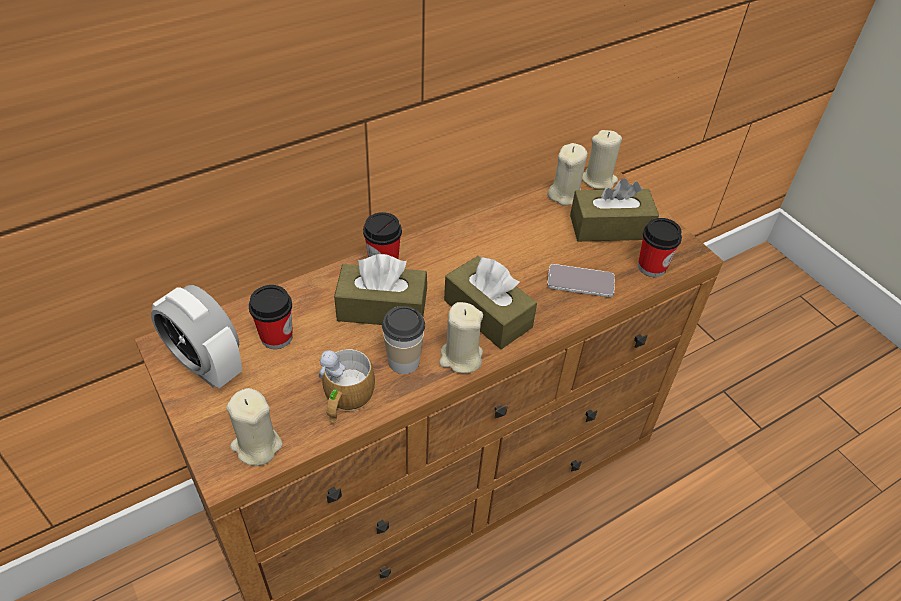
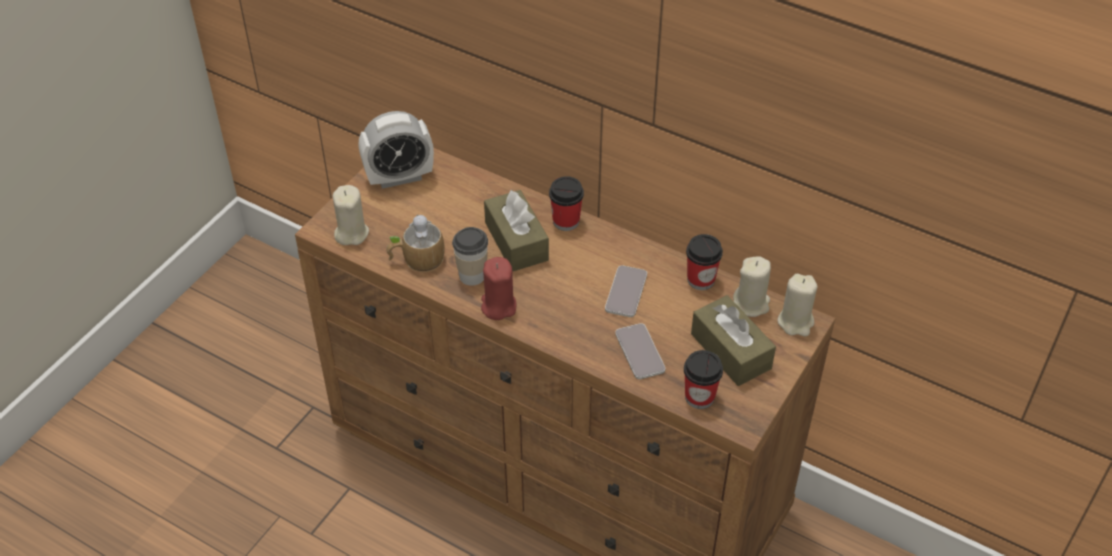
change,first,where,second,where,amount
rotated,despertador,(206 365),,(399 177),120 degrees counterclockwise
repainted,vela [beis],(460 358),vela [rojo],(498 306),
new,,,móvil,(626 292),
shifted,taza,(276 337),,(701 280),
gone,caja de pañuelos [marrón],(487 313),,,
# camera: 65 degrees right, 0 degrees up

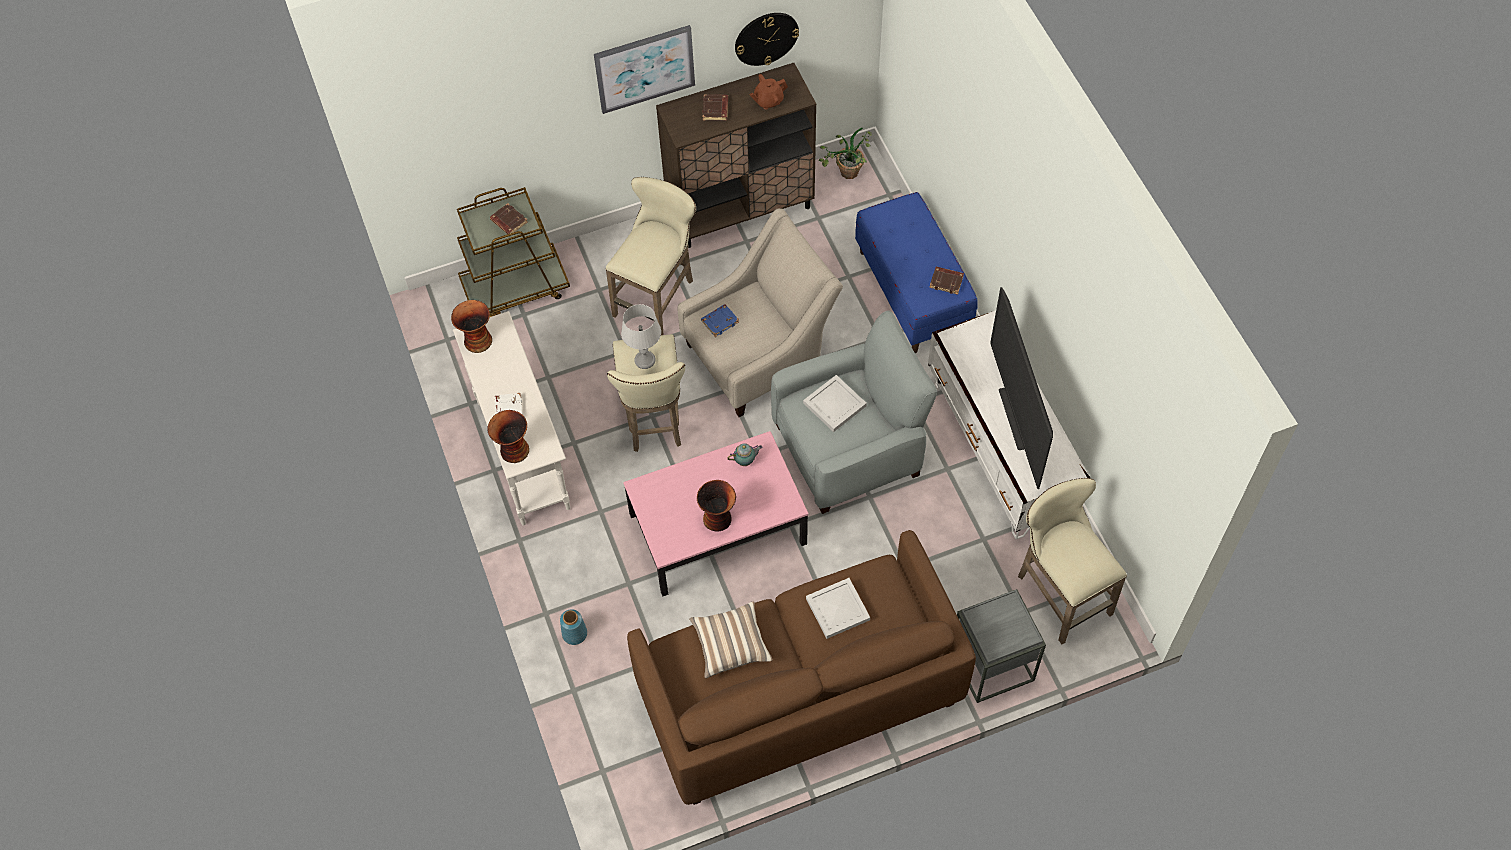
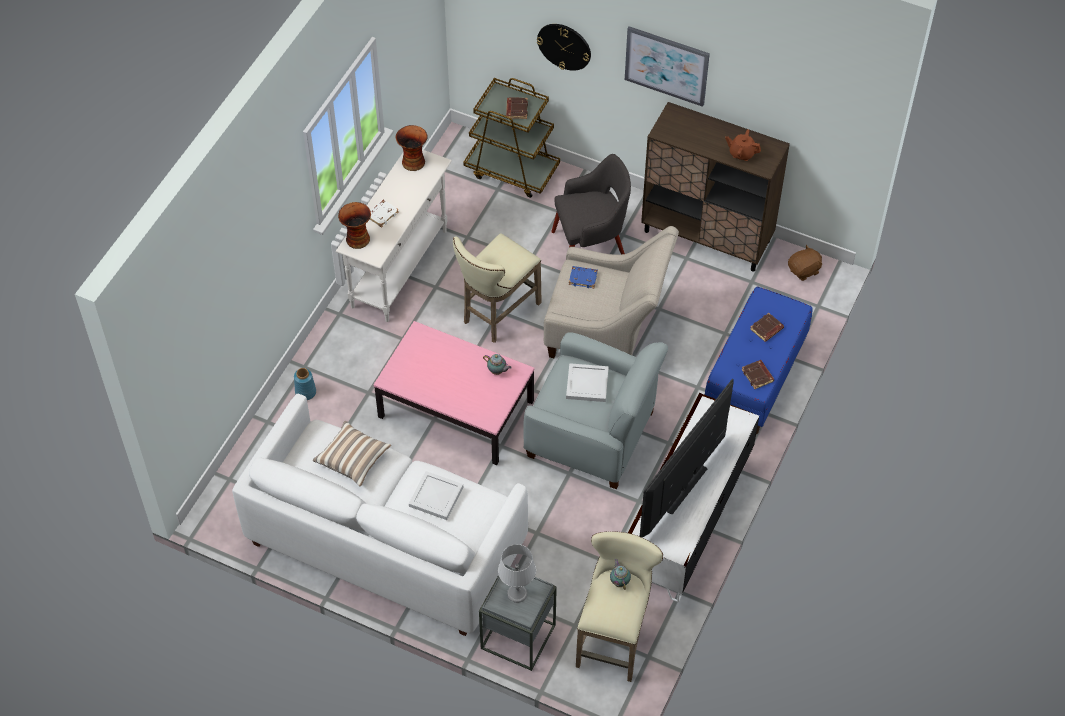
change,first,where,second,where,amount
repainted,sofá [marrón],(799 693),sofá [blanco],(386 542),
shifted,lámpara de mesa [gris],(644 360),,(517 593),
shifted,reloj de pared,(766 38),,(564 46),
swapped,taburete [beis],(658 296),sillón [gris],(590 245),
new,,,tetera,(619 581),
shifted,libro [marrón],(716 110),,(766 329),
swapped,planta en maceta,(845 175),peluche [marrón],(804 270),
gone,florero,(718 518),,,
# camera: 45 degrees right, 5 degrees down

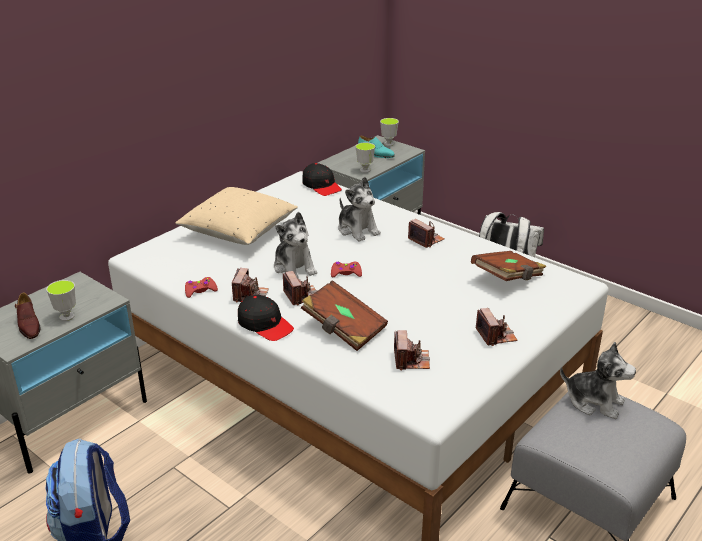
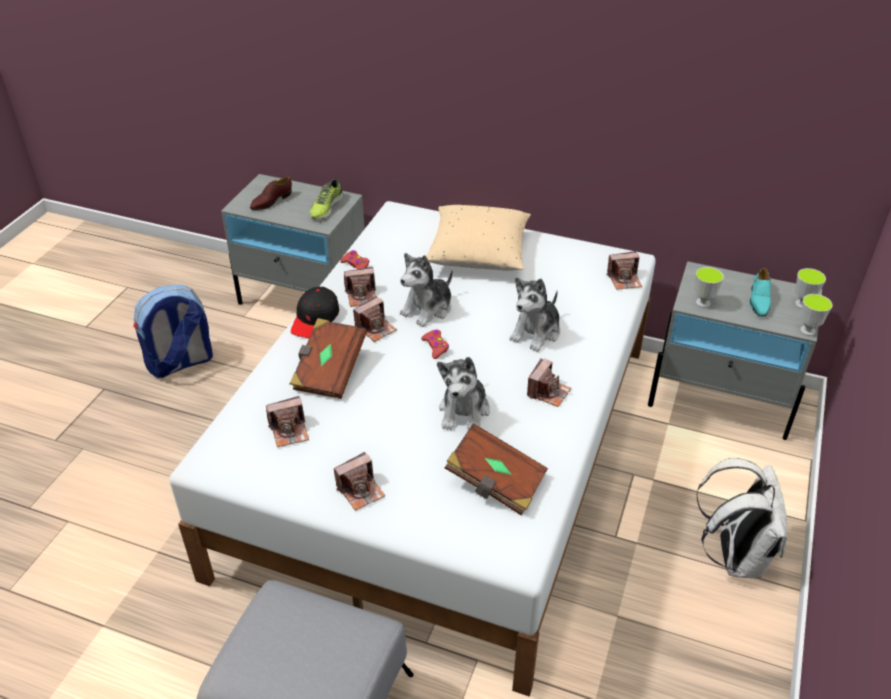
change,first,where,second,where,amount
new,,,zapato,(326 207),
shifted,peluche,(594 401),,(464 411),
swapped,gorra [negro],(321 186),cámara,(624 280),
shifted,taza,(67 317),,(807 331),
# camera: 70 degrees right, 10 degrees up

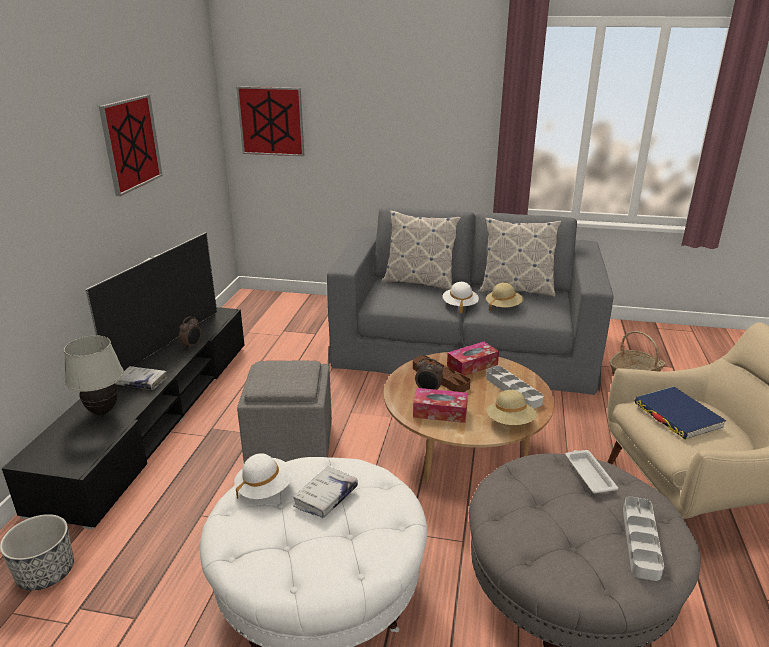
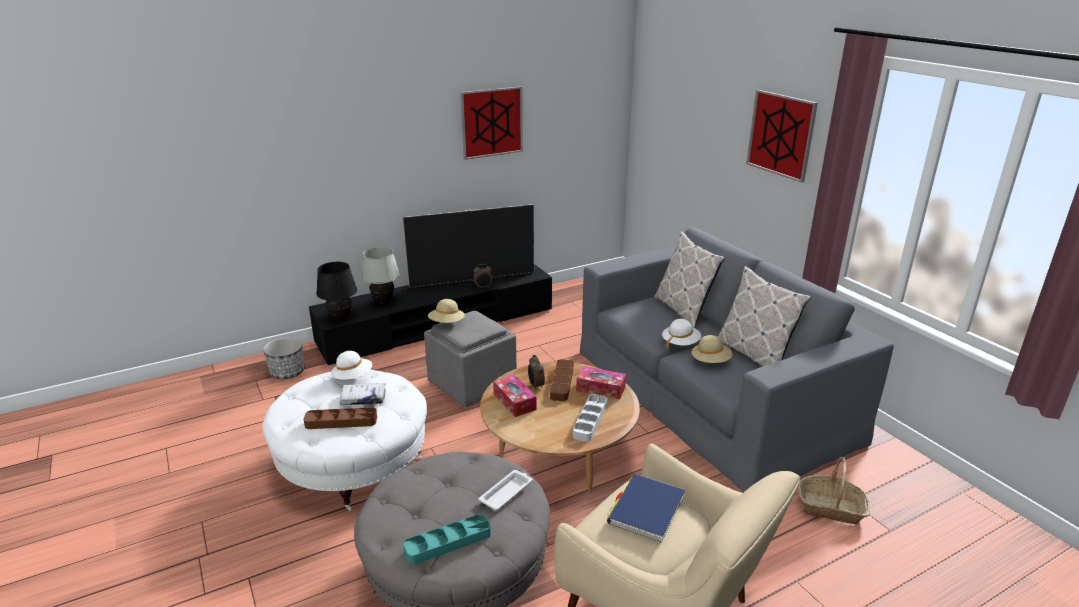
change,first,where,second,where,amount
new,,,bandeja [marrón],(341 422),
new,,,lámpara de mesa [negro],(340 318),
repainted,bandeja [gris],(640 540),bandeja [turquesa],(448 542),
shifted,sombrero [beis],(510 422),,(447 323),
shifted,cuadro,(271 121),,(781 135),
gone,libro [blanco],(141 382),,,
# camera: 50 degrees right, 0 degrees up

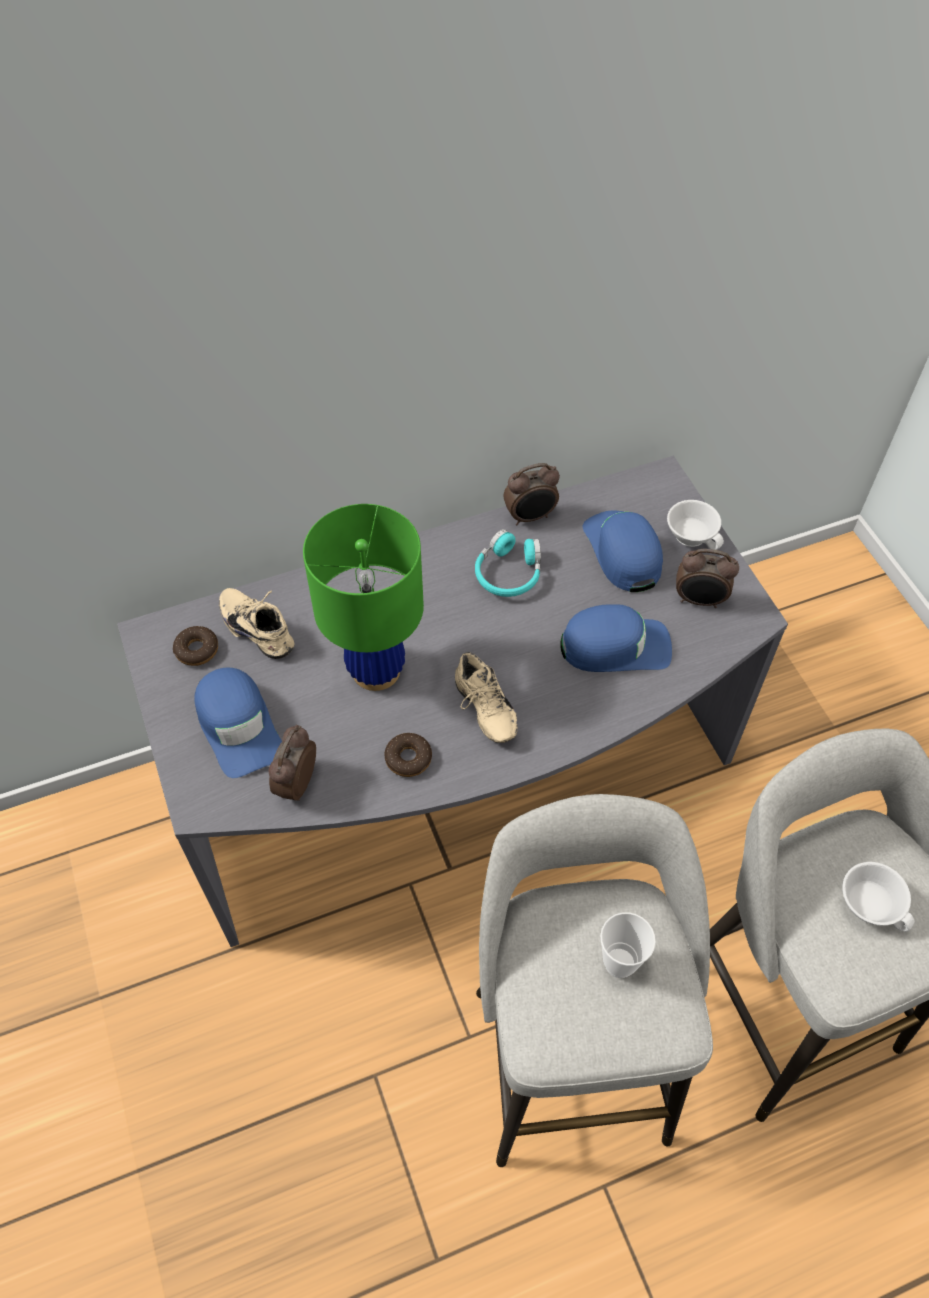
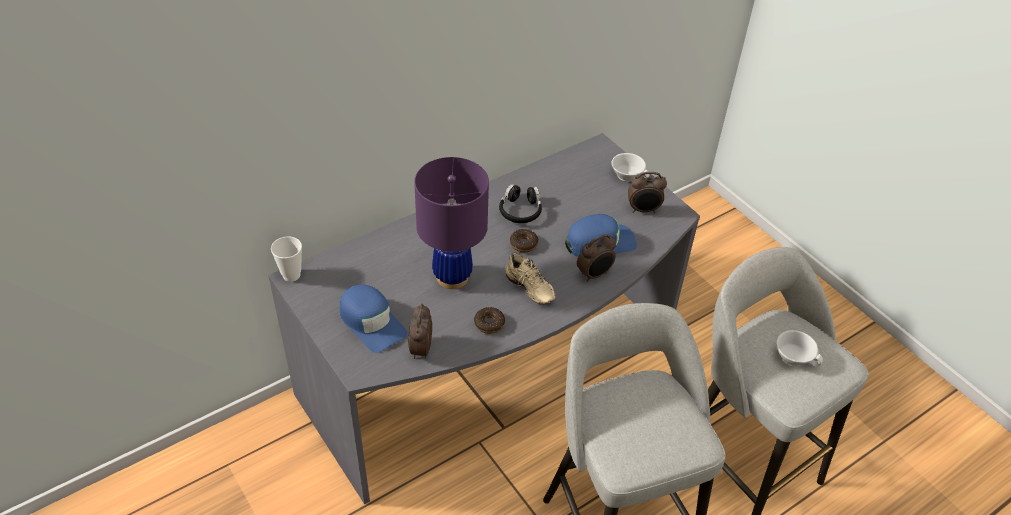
change,first,where,second,where,amount
shifted,taza,(619 963),,(291 275),
repainted,lámpara de mesa [verde],(376 670),lámpara de mesa [morado],(452 277),
repainted,auriculares [turquesa],(508 573),auriculares [negro],(520 210),
shifted,rosquilla,(197 650),,(523 244),
shifted,despertador,(530 517),,(594 275),
gone,zapato [beis],(260 628),,,
gone,gorra [azul],(622 552),,,
# camera: 15 degrees left, 10 degrees down

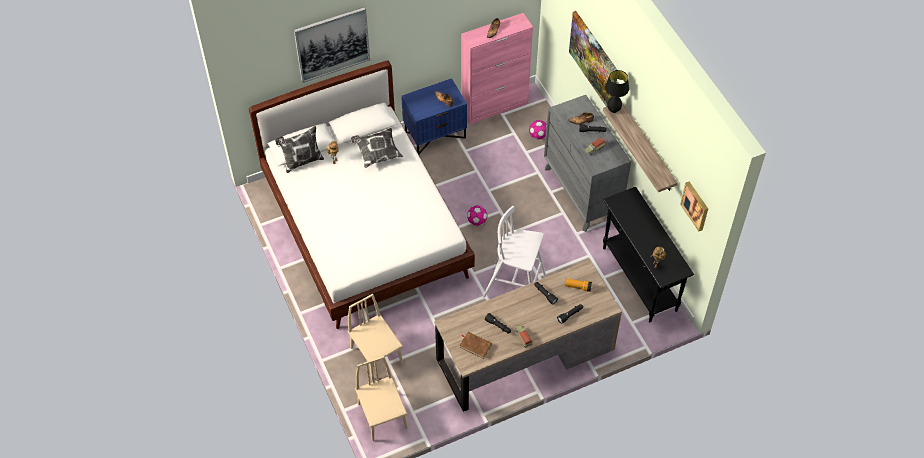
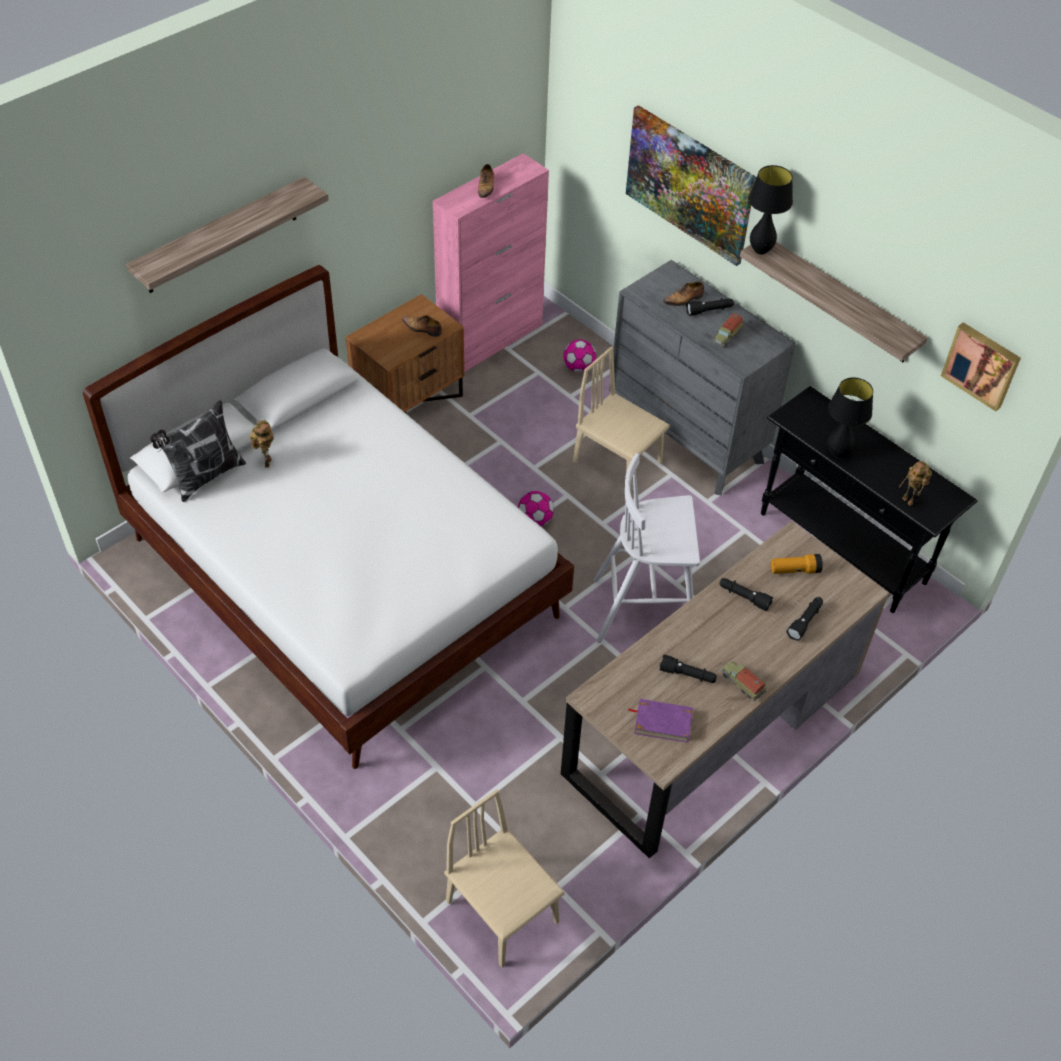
change,first,where,second,where,amount
swapped,cuadro,(332 44),estante,(221 236),
repainted,mesita de noche [azul],(435 134),mesita de noche [marrón],(409 401),
shifted,silla [beis],(376 355),,(617 462),
repainted,libro [marrón],(475 346),libro [morado],(662 722),
new,,,lámpara de mesa [negro],(837 453),
gone,cojín,(377 153),,,
# camera: 20 degrees left, 5 degrees down

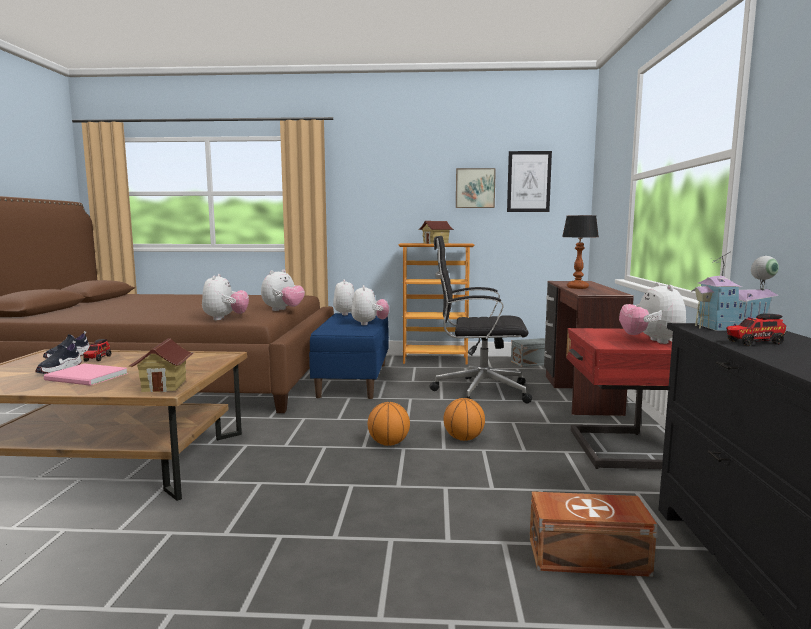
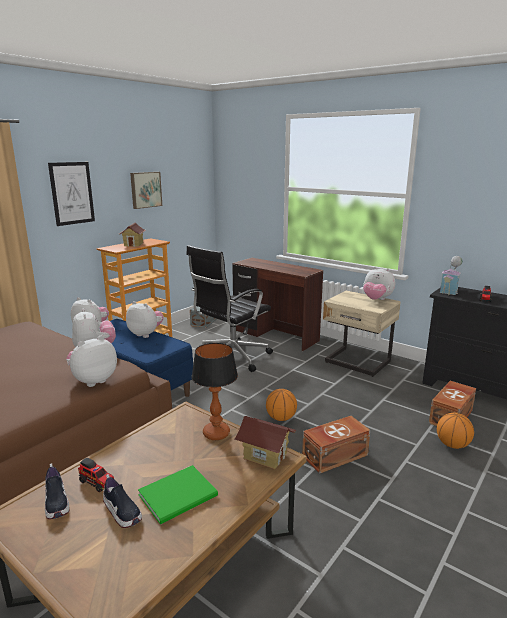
change,first,where,second,where,amount
shifted,cuadro,(529 181),,(72 193),
rotated,peluche,(225 318),,(93 380),75 degrees counterclockwise
repainted,libro [rosa],(87 377),libro [verde],(180 495),
shifted,lámpara de mesa,(578 288),,(217 433),
new,,,caja de almacenaje [marrón],(333 455),
repainted,mesita de noche [rojo],(614 450),mesita de noche [beis],(357 363),
shifted,balón de baloncesto,(463 438),,(452 445),
# camera: 55 degrees left, 10 degrees up

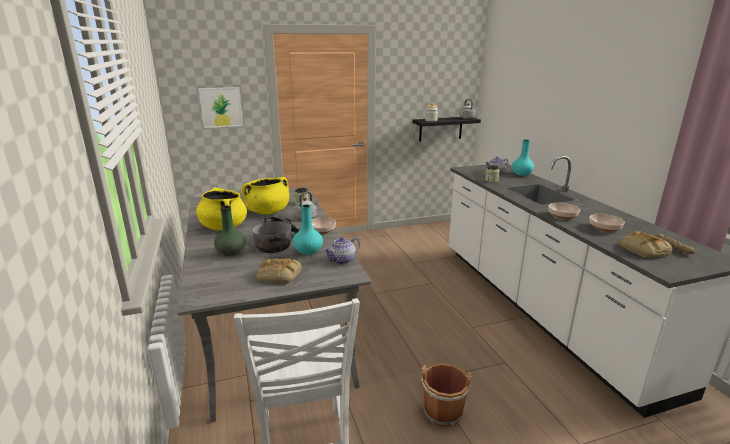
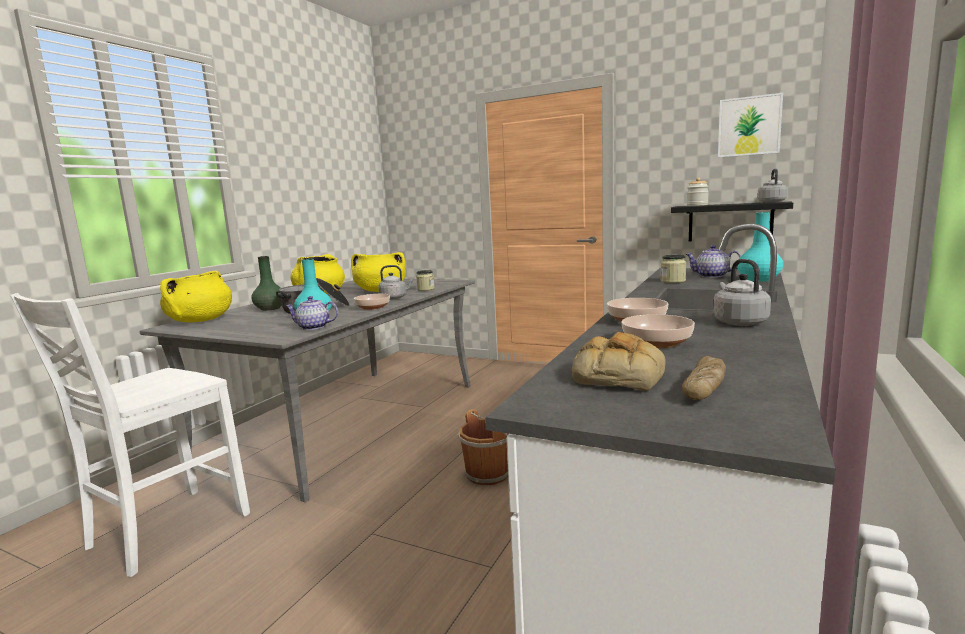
change,first,where,second,where,amount
new,,,olla [amarillo],(200 320),
shifted,cubo [marrón],(442 410),,(489 473),
new,,,hervidor [gris],(738 322),
shifted,cuadro,(221 107),,(749 126),
gone,pan,(278 275),,,
# camera: 45 degrees right, 10 degrees down

